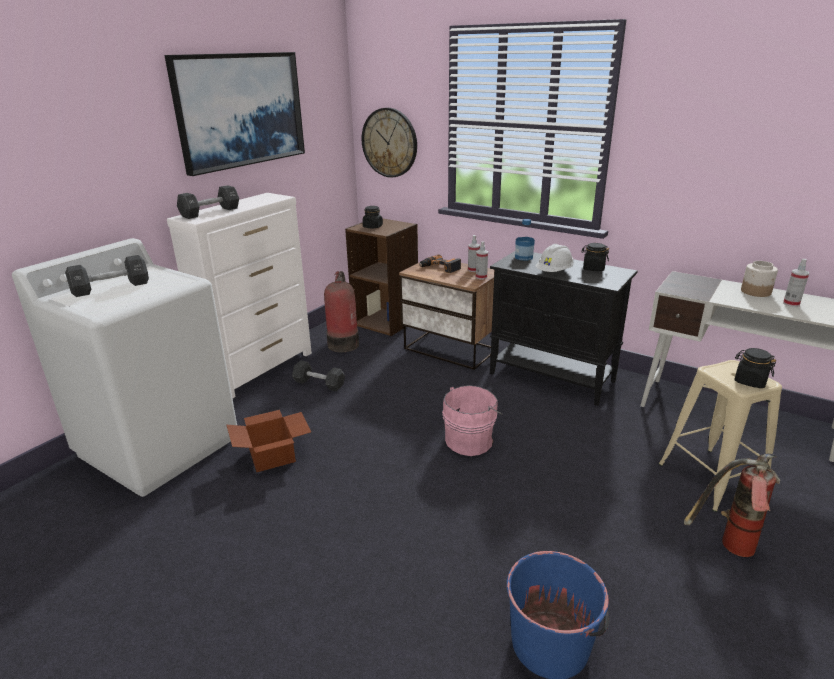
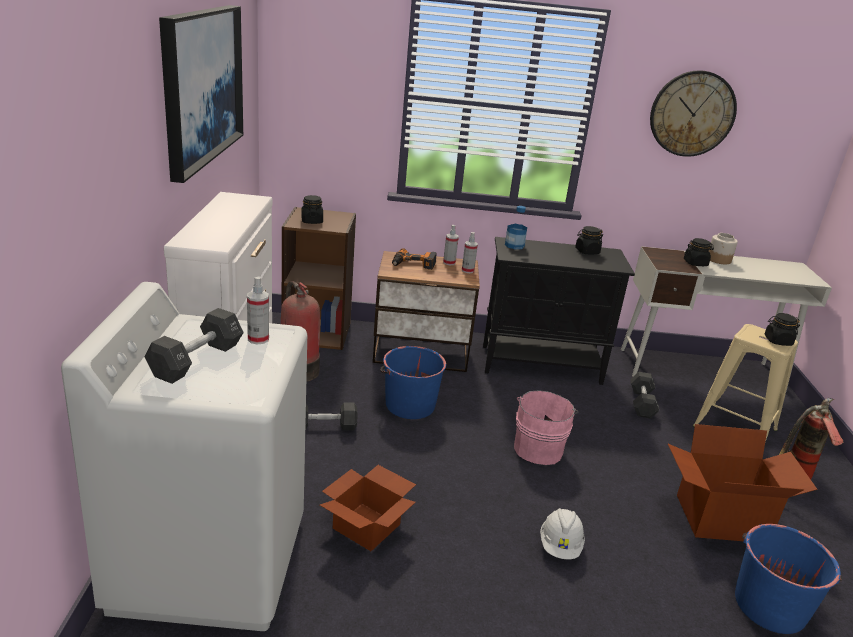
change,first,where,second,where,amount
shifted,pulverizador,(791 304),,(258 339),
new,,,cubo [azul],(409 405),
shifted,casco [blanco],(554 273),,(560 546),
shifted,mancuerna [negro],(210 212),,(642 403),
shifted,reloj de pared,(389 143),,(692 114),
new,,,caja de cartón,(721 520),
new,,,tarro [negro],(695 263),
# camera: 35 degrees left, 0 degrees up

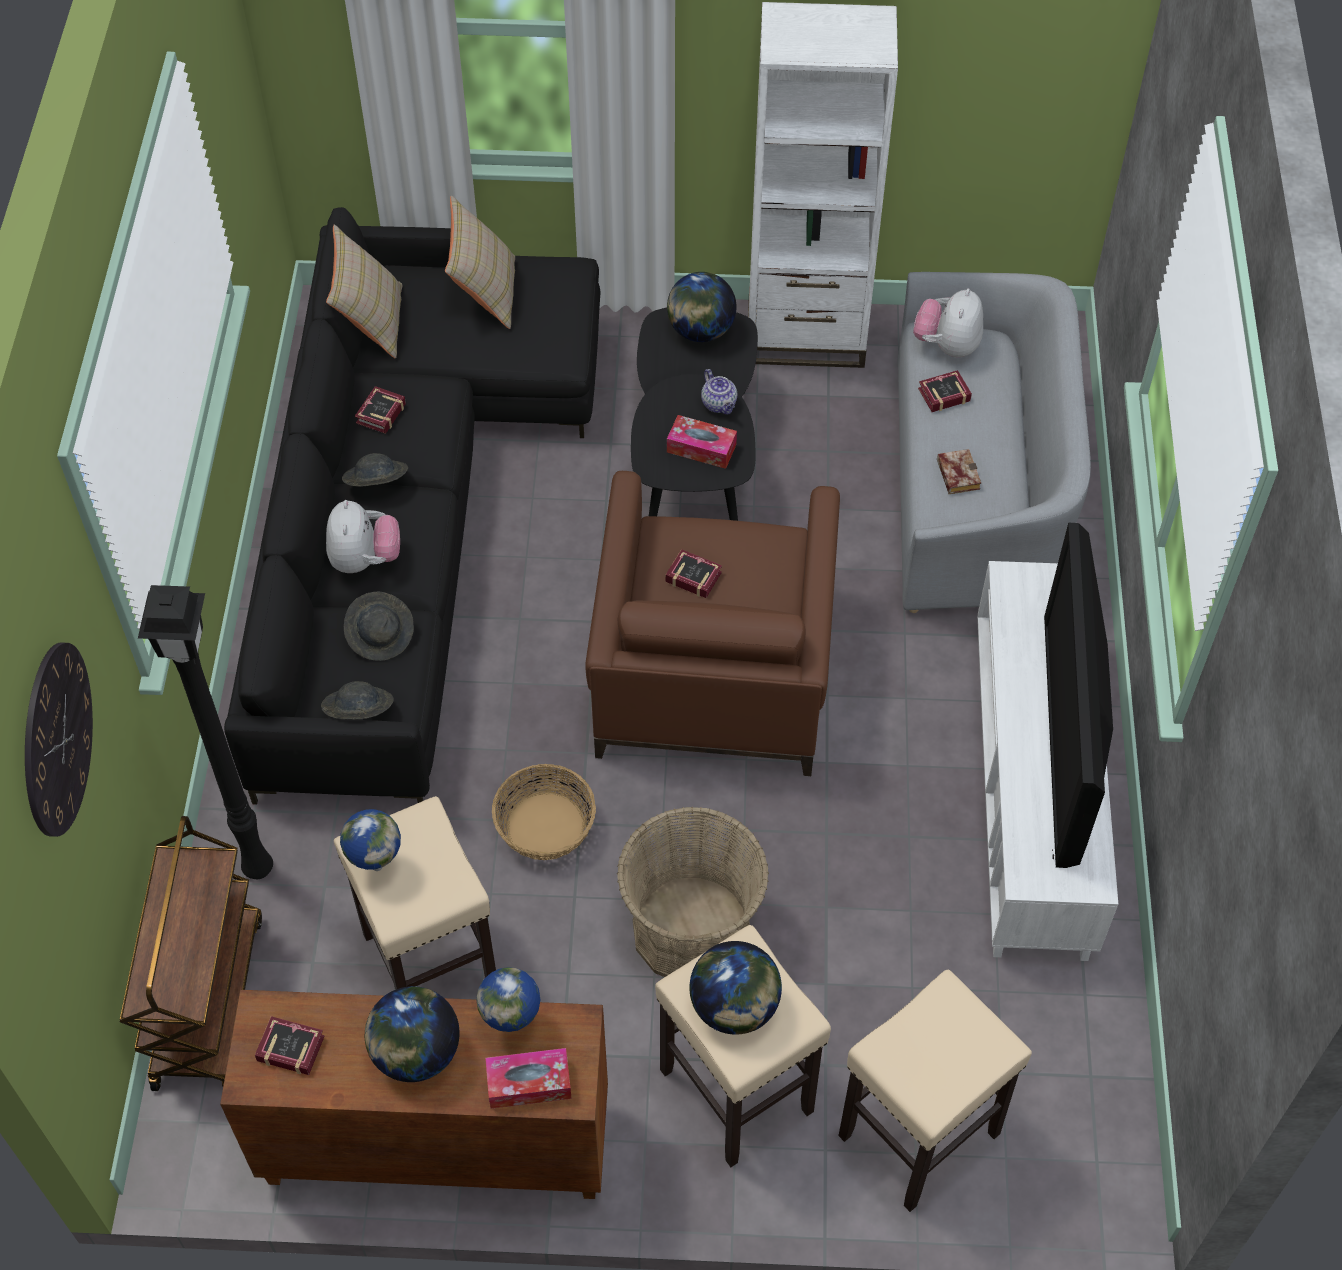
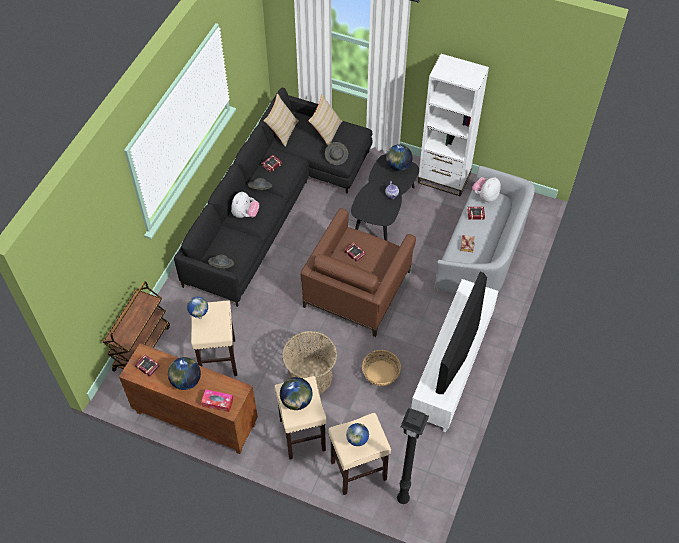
change,first,where,second,where,amount
shifted,sombrero [gris],(381 635),,(336 157),
shifted,globo terráqueo,(513 1024),,(357 443),
shifted,cesta,(544 826),,(380 373),
shifted,lámpara de pie [negro],(256 866),,(402 498),
gone,reloj de pared,(57 739),,,
gone,caja de pañuelos,(701 448),,,
# camera: 20 degrees right, 0 degrees up

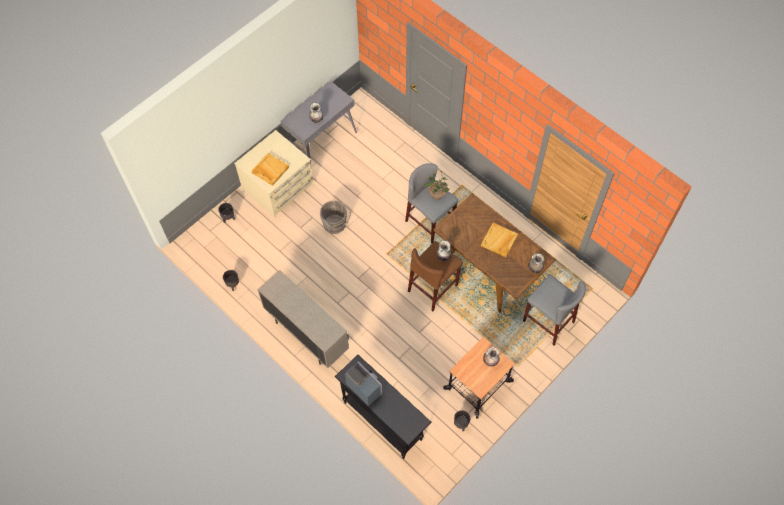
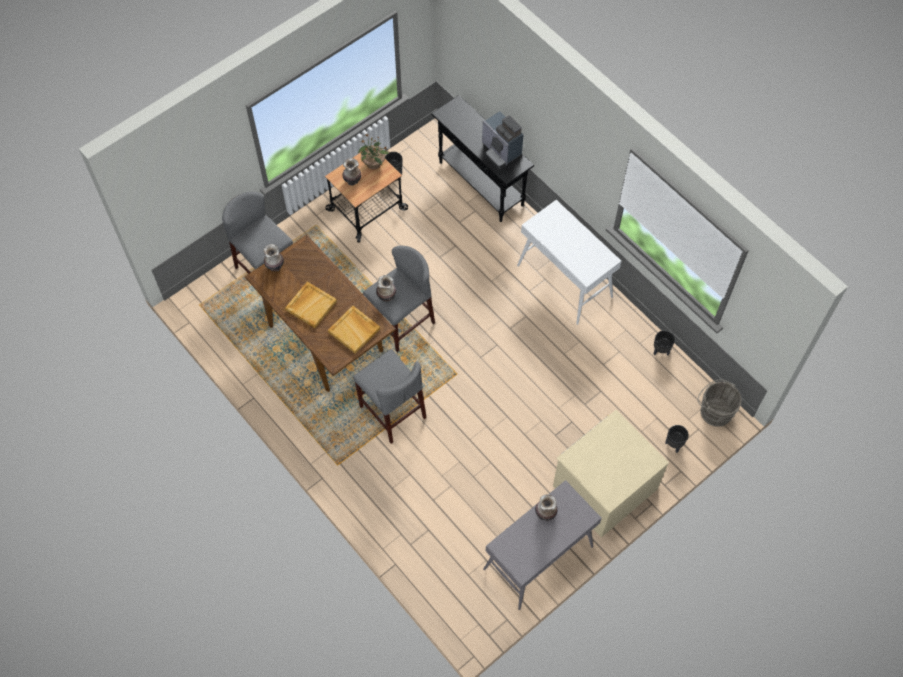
change,first,where,second,where,amount
shifted,bandeja [beis],(270 170),,(354 330),
shifted,planta en maceta,(437 194),,(374 164),
repainted,taburete [marrón],(433 288),taburete [gris],(401 323),
swapped,armario [beis],(307 335),mesa consola [blanco],(565 281),
shifted,cubo [gris],(336 225),,(714 411),
# camera: 175 degrees left, 0 degrees up

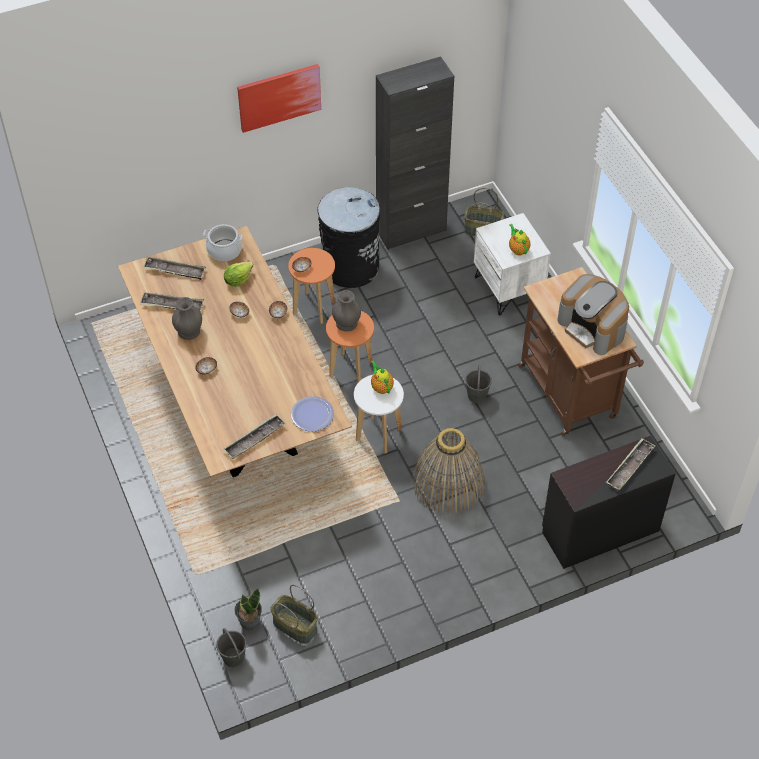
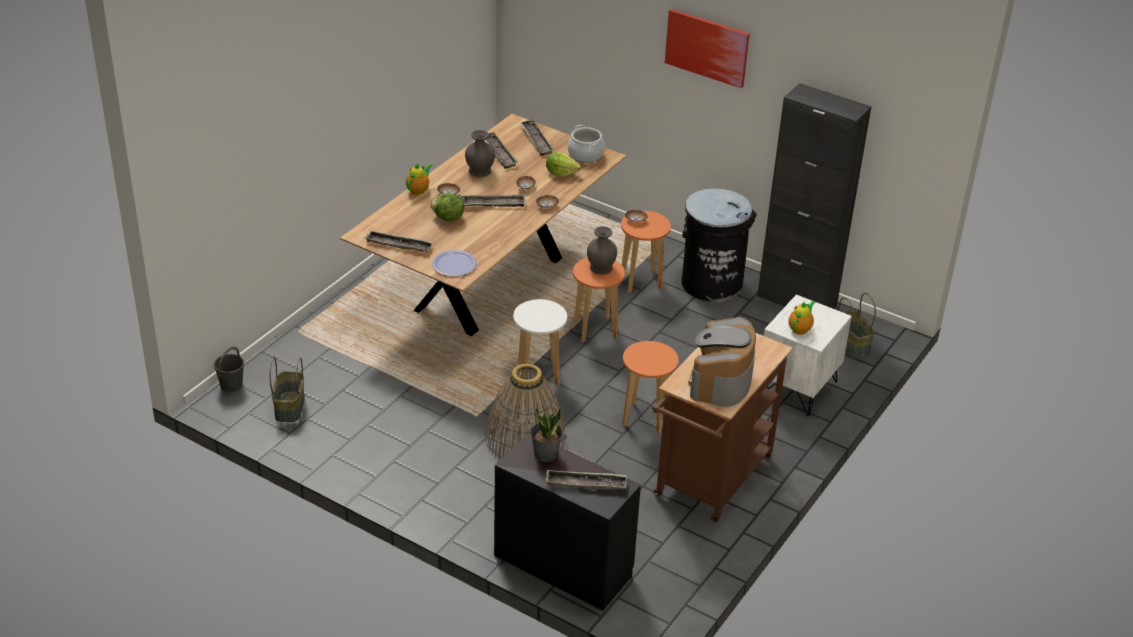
change,first,where,second,where,amount
shifted,tetera,(381 387),,(418 190),
new,,,lechuga,(447 218),
new,,,bandeja,(492 204),
shifted,planta en maceta,(249 621),,(545 453),
swapped,cubo [gris],(477 395),taburete [naranja],(645 418),
# camera: 55 degrees right, 15 degrees down

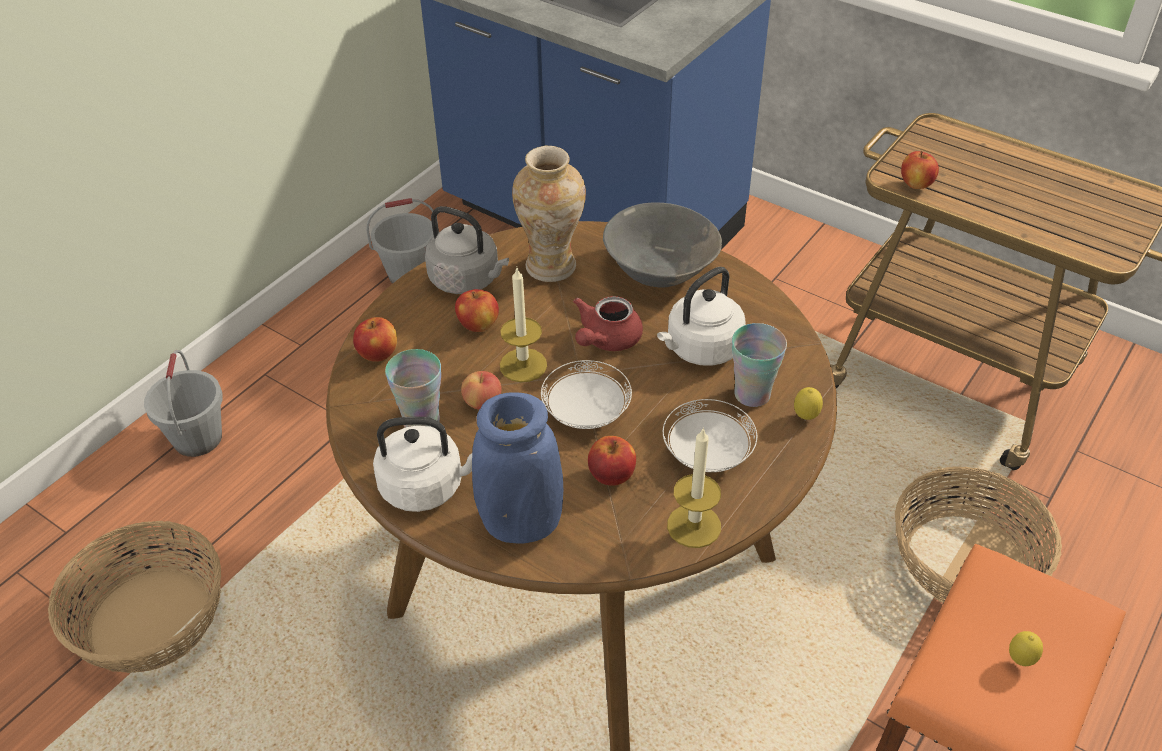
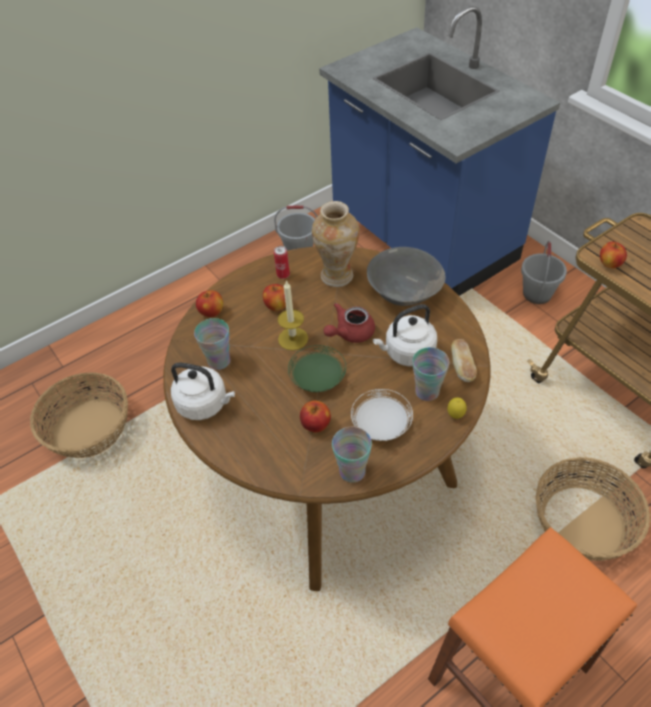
change,first,where,second,where,amount
swapped,hervidor [gris],(468 280),lata,(283 275),
repainted,plato [blanco],(585 413),plato [verde],(317 379),
swapped,vela,(694 526),taza,(352 471),
new,,,pan,(462 367),
shifted,cubo [gris],(197 438),,(536 294),
gone,manzana,(482 402),,,
gone,florero [azul],(521 523),,,
gone,limón,(1020 660),,,
# camera: 20 degrees right, 5 degrees up

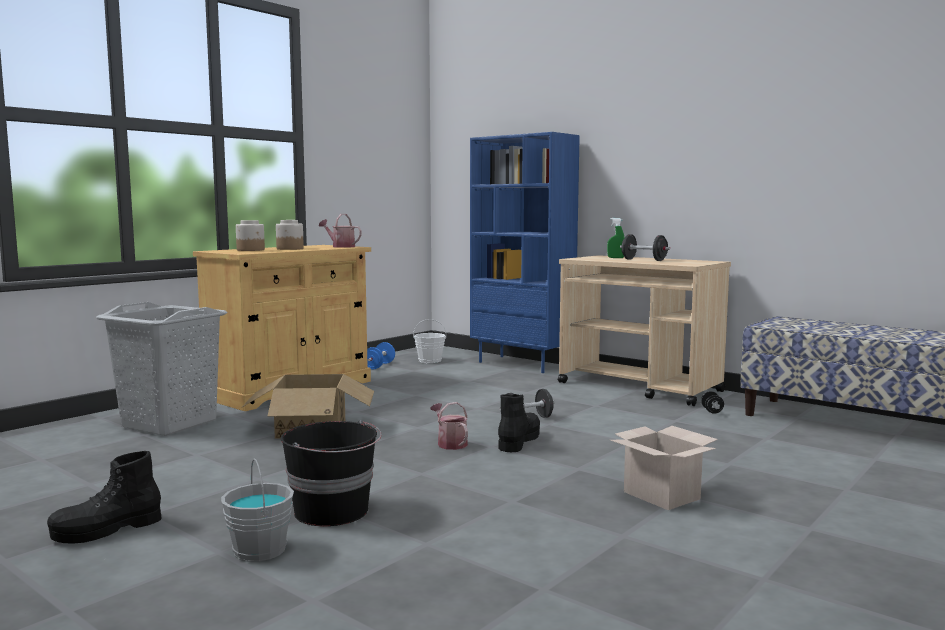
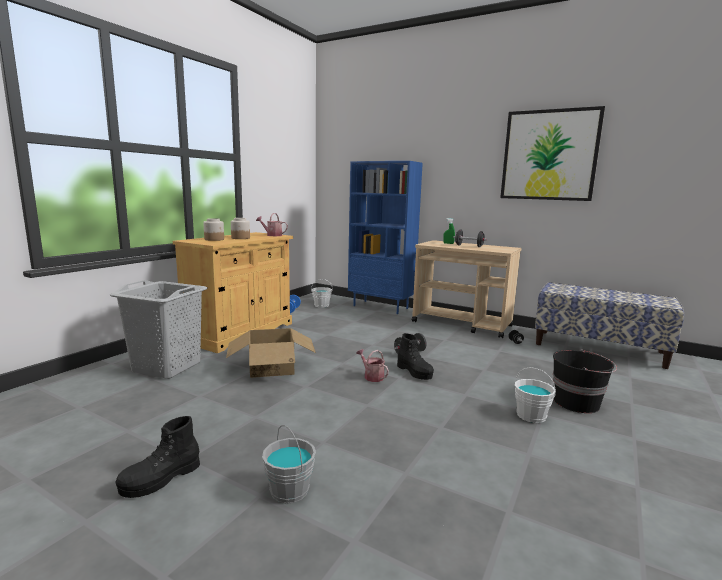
change,first,where,second,where,amount
rotated,bota [negro],(519 441),,(415 372),135 degrees clockwise
new,,,cuadro,(549 155),
swapped,caja de cartón,(663 496),cubo [blanco],(531 415),
shifted,cubo [negro],(333 511),,(577 403),
# camera: 10 degrees left, 5 degrees up

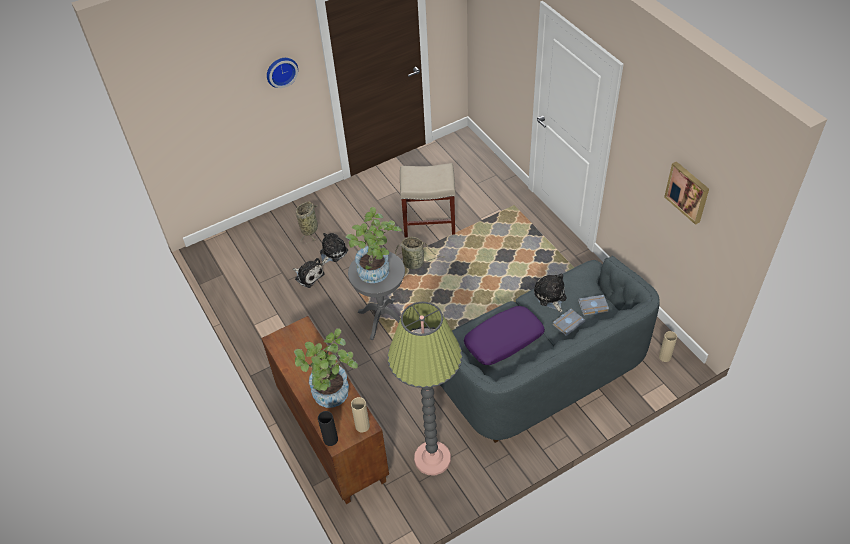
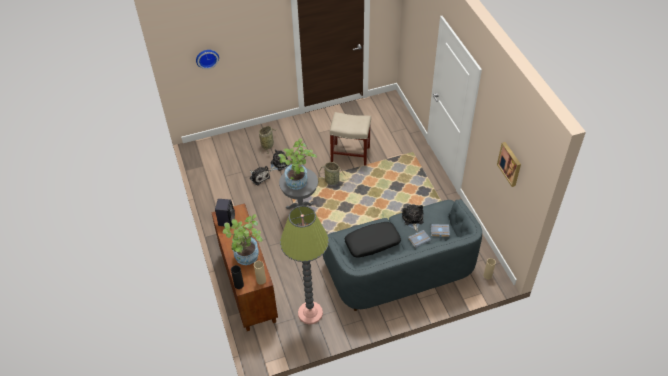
change,first,where,second,where,amount
shifted,reloj de pared,(281 71),,(207 58),
new,,,altavoz [negro],(226 220),
repainted,cojín [morado],(504 341),cojín [negro],(372 243),
# camera: 10 degrees right, 0 degrees up

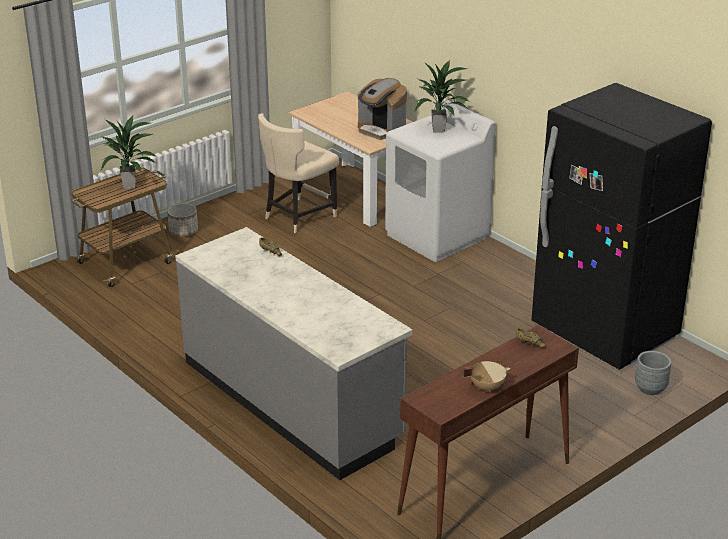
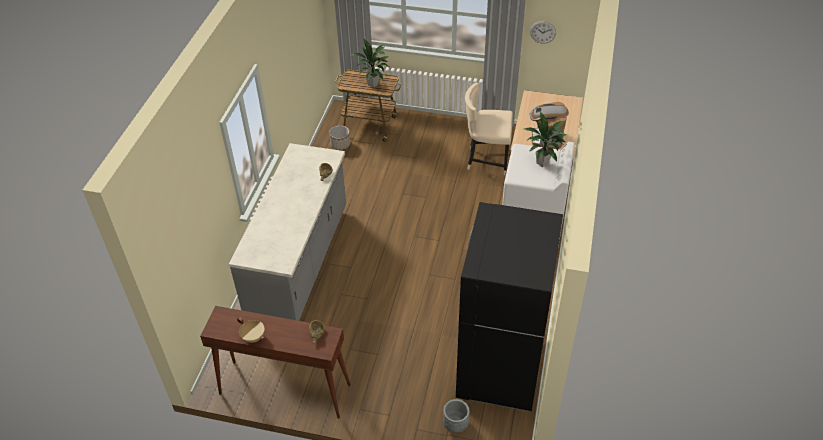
change,first,where,second,where,amount
shifted,maceta,(183 231),,(340 144),
new,,,reloj de pared,(543 32),
# camera: 55 degrees right, 15 degrees up

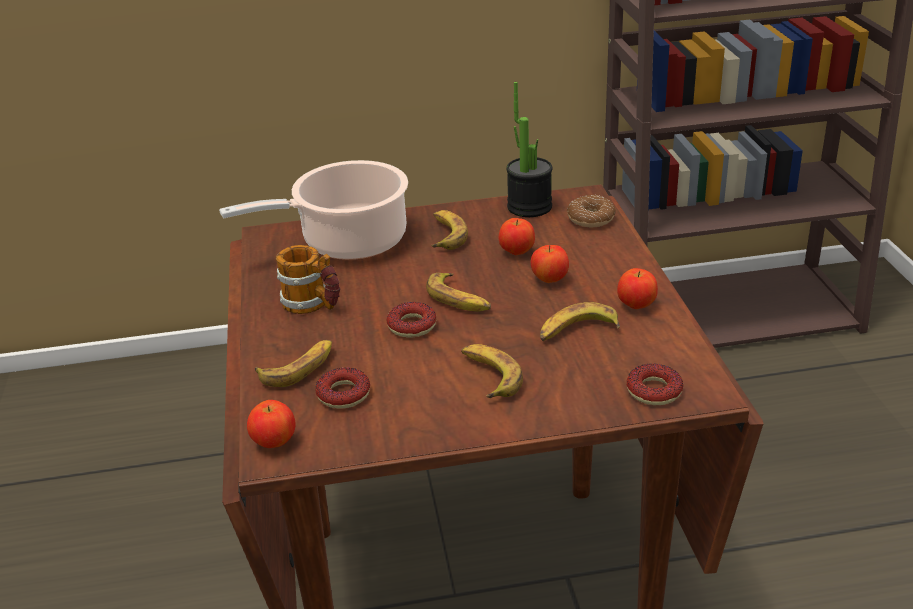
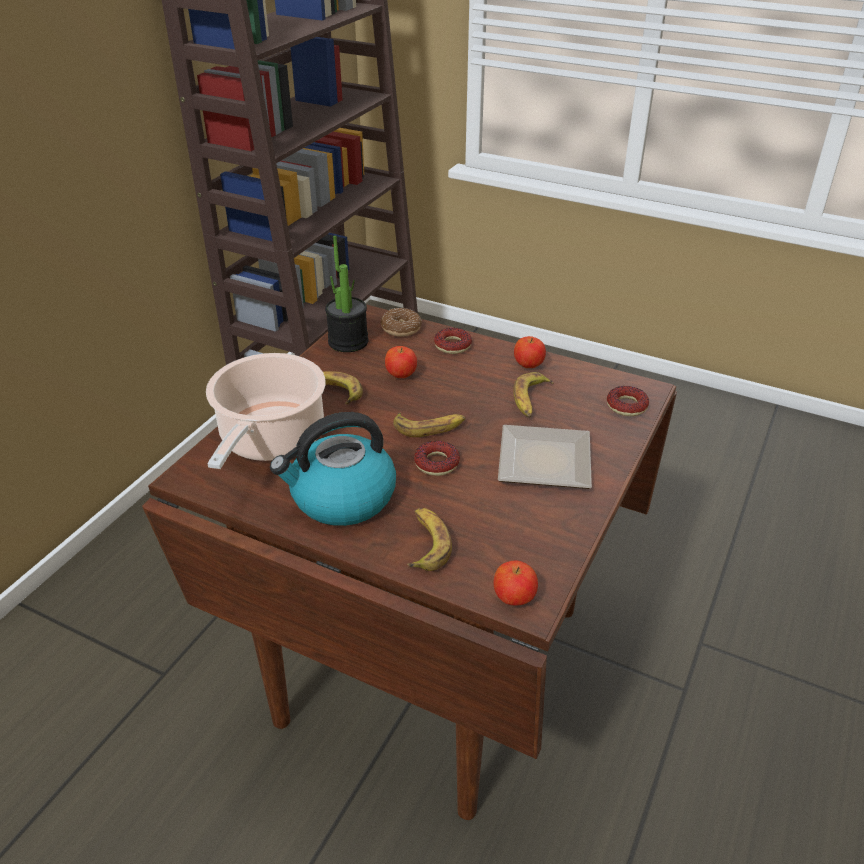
change,first,where,second,where,amount
swapped,taza grande,(312 304),hervidor,(341 498),
shifted,rosquilla,(343 394),,(452 345),
swapped,plátano,(489 376),plato,(541 459),
gone,manzana,(549 280),,,
# camera: 55 degrees left, 5 degrees up

